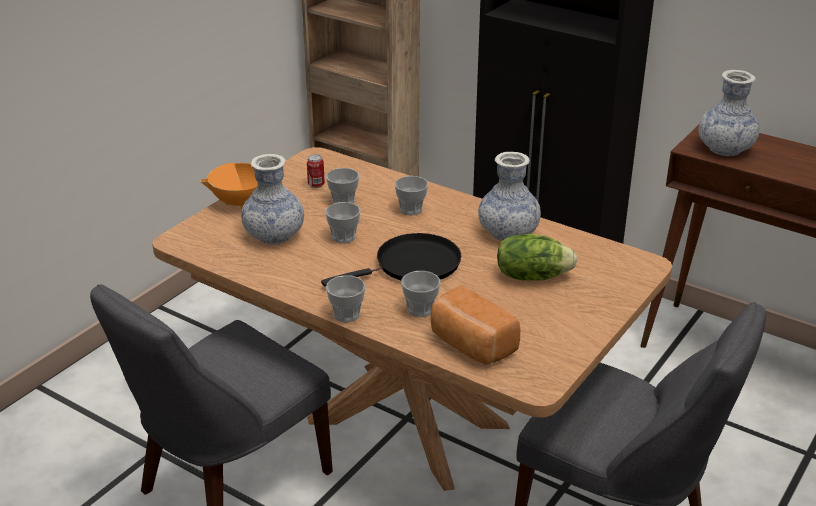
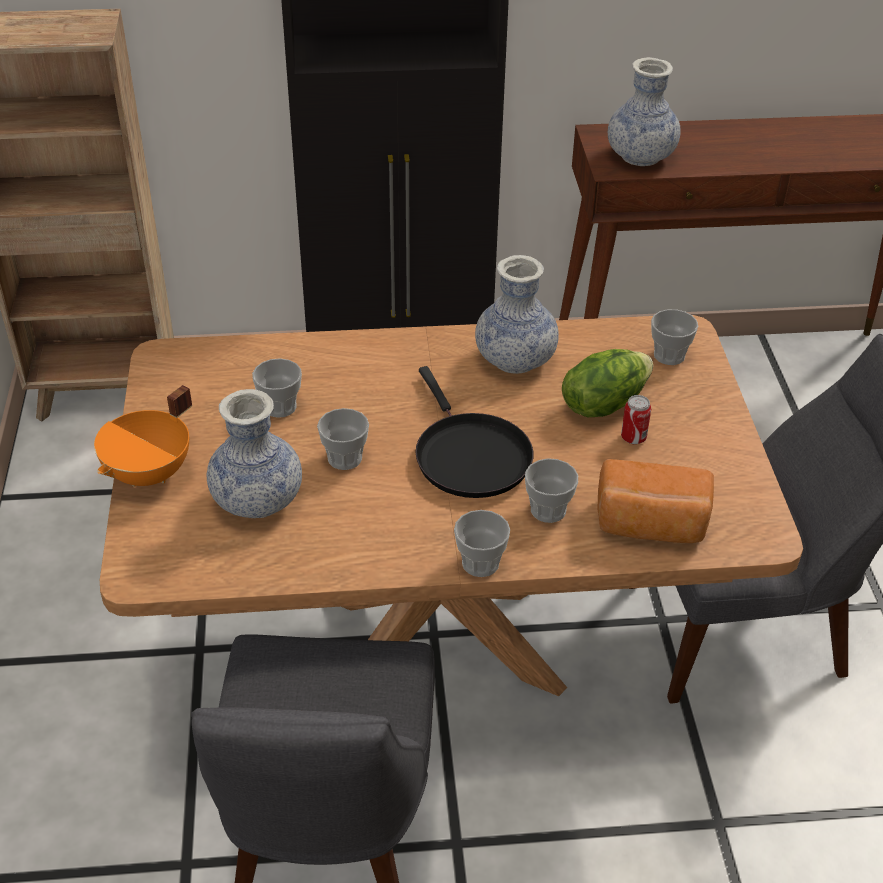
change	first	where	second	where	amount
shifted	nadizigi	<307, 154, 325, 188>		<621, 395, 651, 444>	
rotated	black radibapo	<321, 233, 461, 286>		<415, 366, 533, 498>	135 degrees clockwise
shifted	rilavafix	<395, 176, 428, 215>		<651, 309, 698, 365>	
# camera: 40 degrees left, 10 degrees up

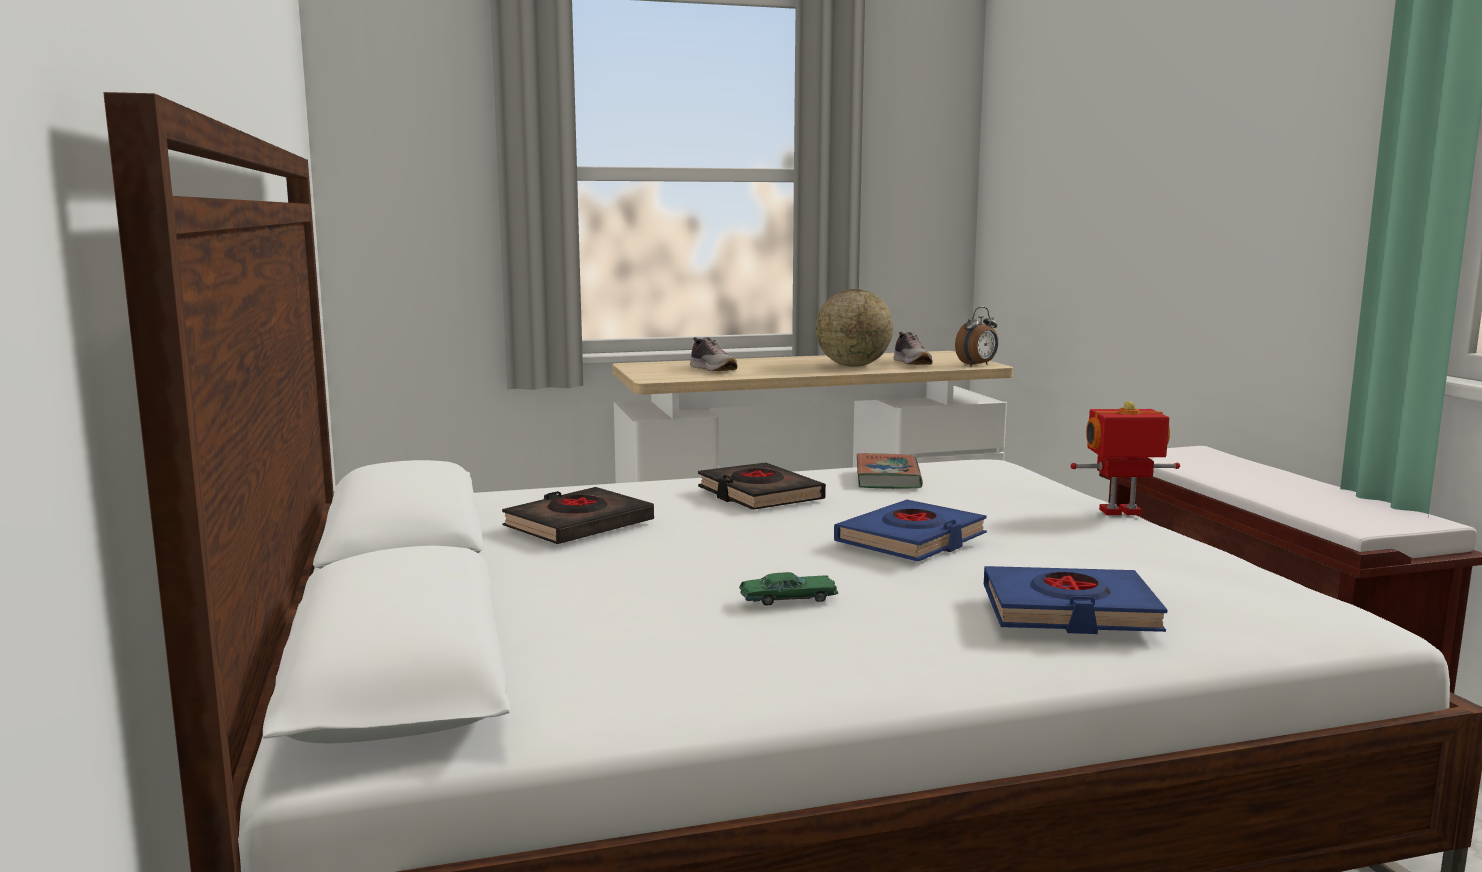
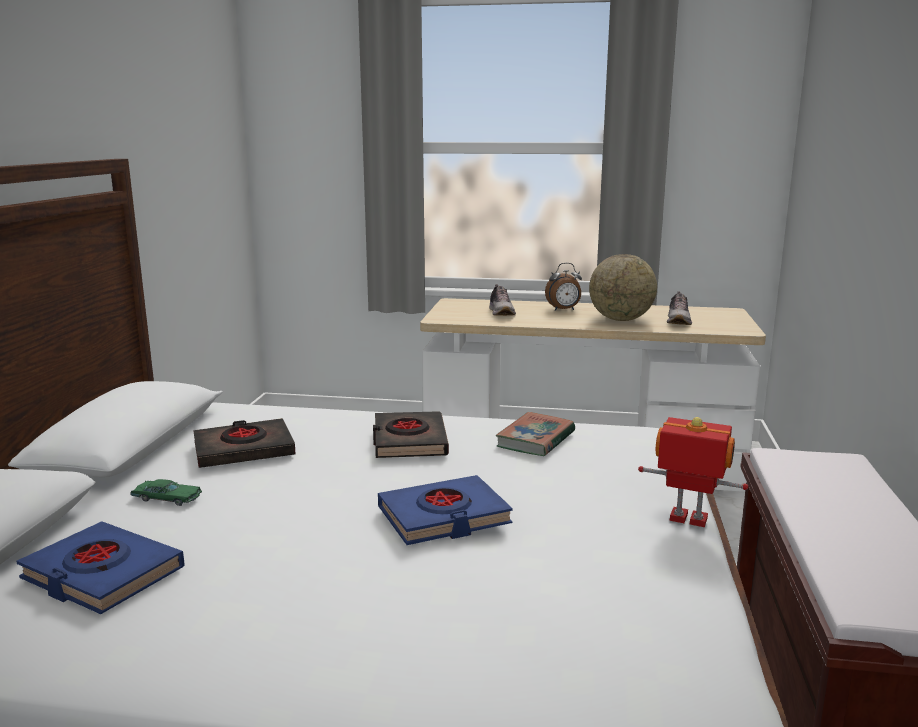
change	first	where	second	where	amount
shifted	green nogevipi	<739, 572, 838, 605>		<130, 479, 202, 506>	
shifted	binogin	<955, 307, 998, 366>		<545, 263, 582, 311>	
shifted	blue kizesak	<984, 566, 1168, 634>		<16, 521, 184, 614>	
# camera: 25 degrees right, 5 degrees up

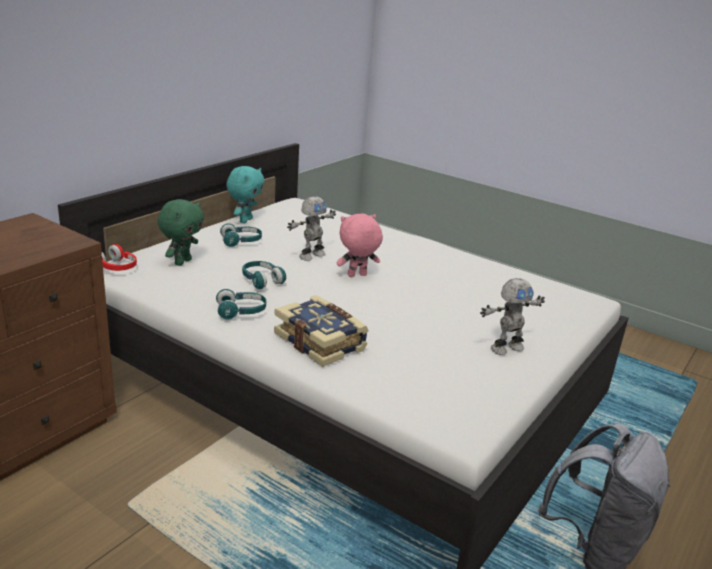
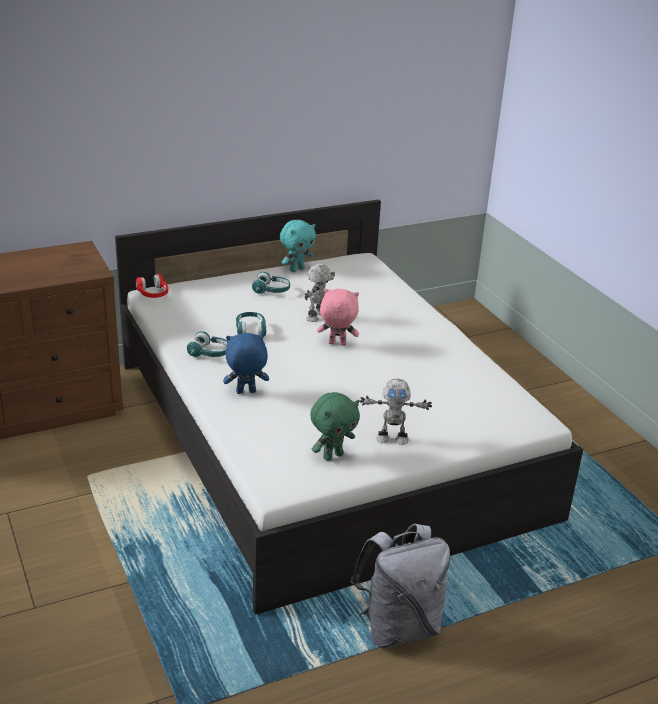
change	first	where	second	where	amount
shifted	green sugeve	<157, 199, 204, 266>		<310, 392, 360, 461>	
swapped	kizesak	<274, 295, 369, 367>	blue sugeve	<223, 333, 269, 394>	
rotated	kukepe	<287, 196, 336, 261>		<304, 263, 335, 322>	135 degrees clockwise
# camera: 30 degrees right, 5 degrees up

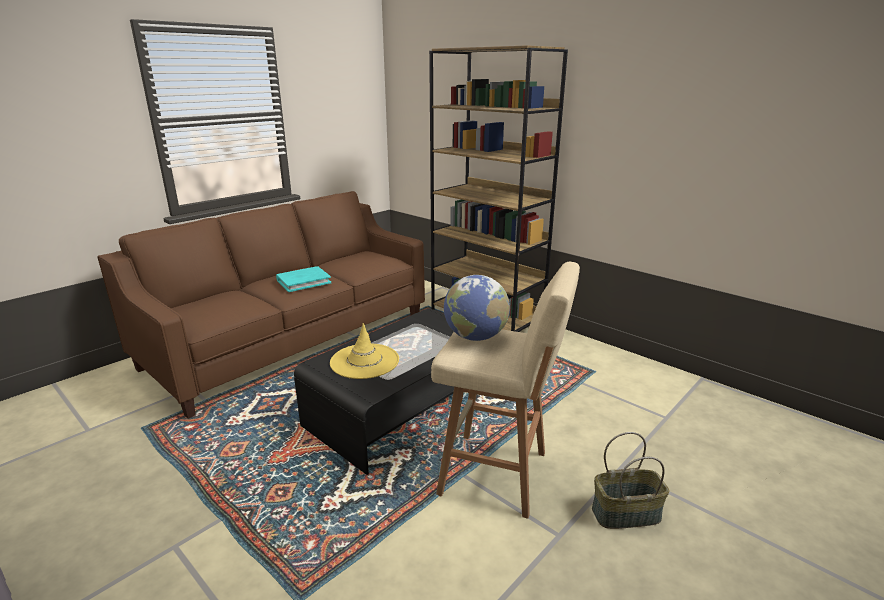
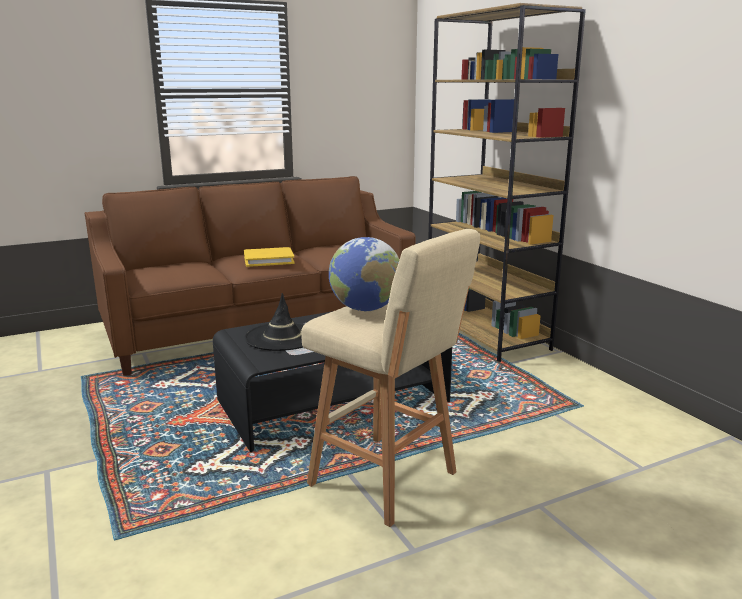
change	first	where	second	where	amount
repainted	turquoise kizesak	<276, 266, 331, 292>	yellow kizesak	<244, 247, 295, 267>	
repainted	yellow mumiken	<330, 323, 399, 379>	black mumiken	<244, 293, 304, 351>	
gone	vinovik	<592, 432, 669, 529>			
# camera: 20 degrees right, 5 degrees down

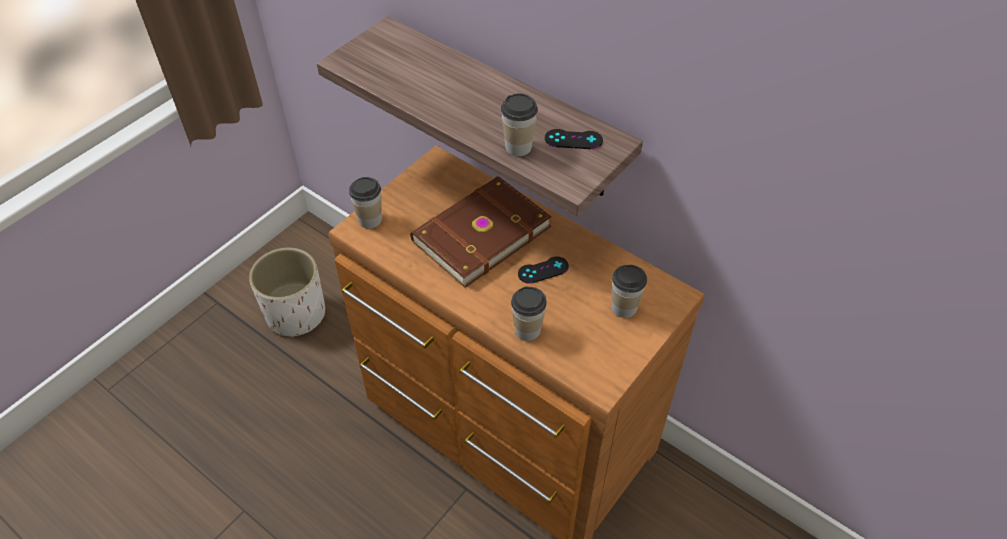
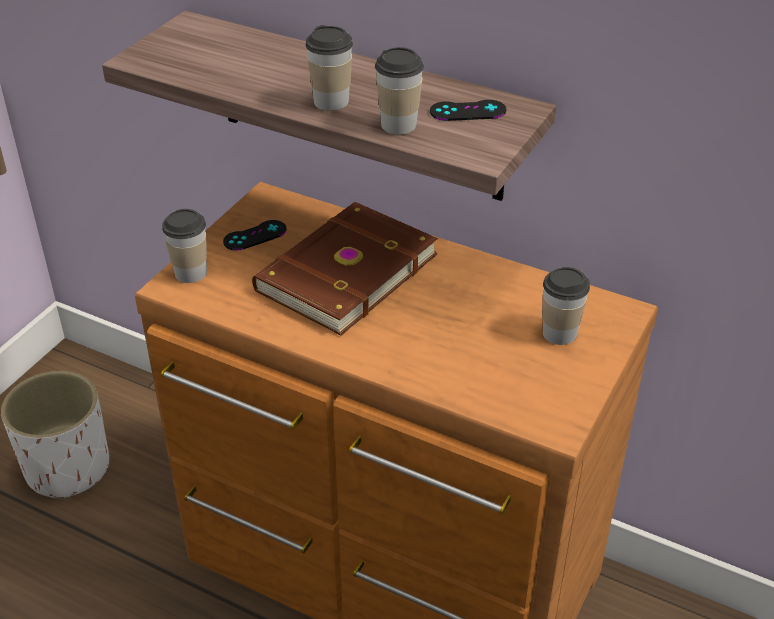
change	first	where	second	where	amount
shifted	rilavafix	<511, 287, 547, 341>		<305, 25, 353, 111>	
shifted	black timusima	<518, 256, 569, 284>		<223, 220, 287, 251>	
# camera: 10 degrees left, 10 degrees down

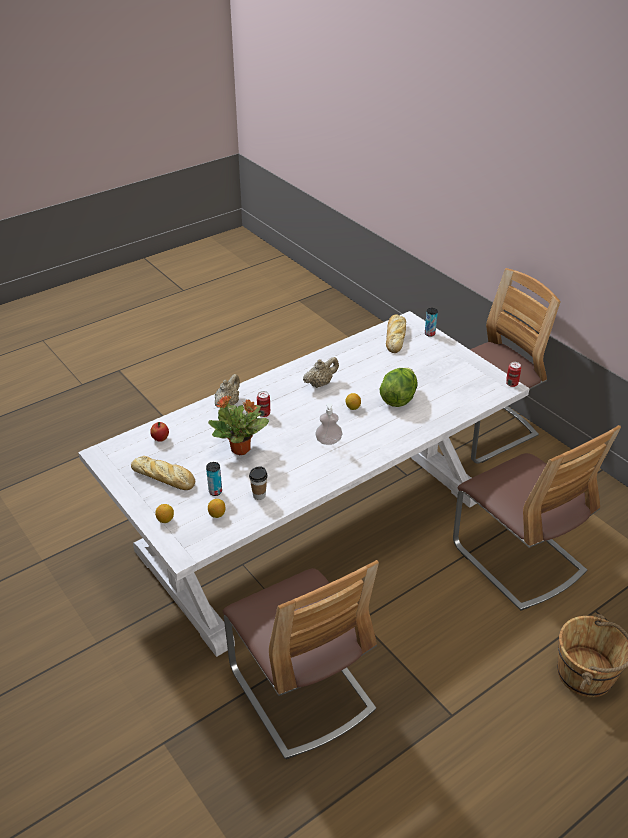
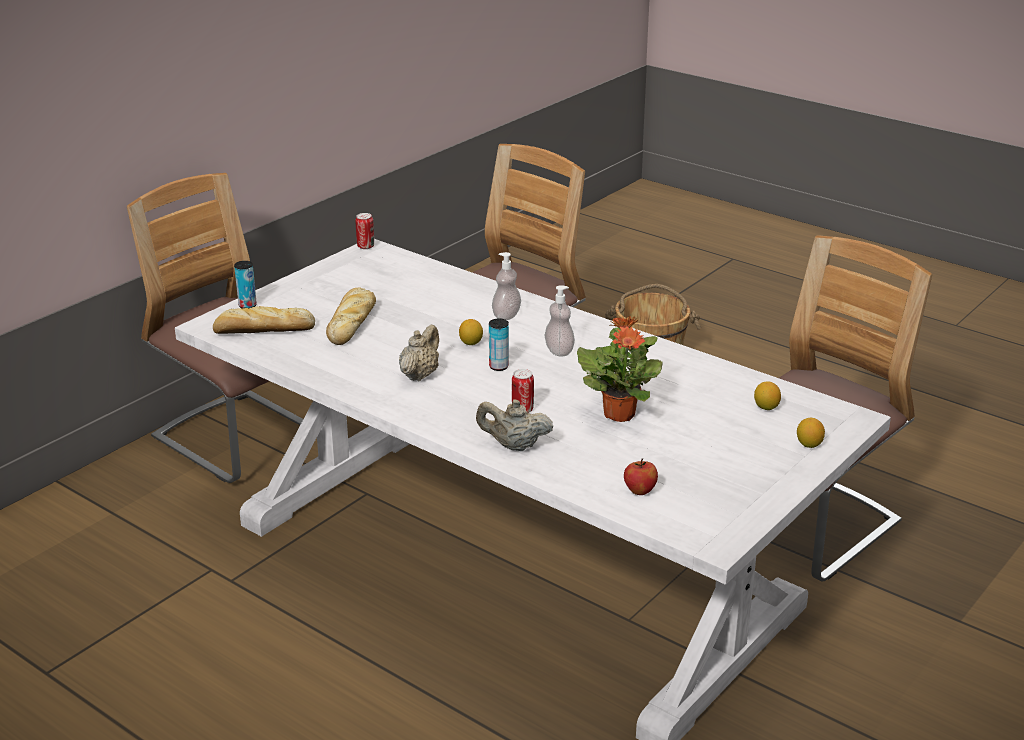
change	first	where	second	where	amount
shifted	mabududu	<131, 456, 195, 490>		<326, 287, 376, 345>	
shifted	nadizigi	<206, 462, 222, 496>		<489, 318, 509, 371>	
gone	rilavafix	<249, 466, 267, 500>			
rotated	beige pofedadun	<303, 357, 339, 388>		<399, 325, 439, 381>	75 degrees clockwise
gone	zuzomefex	<379, 368, 418, 407>			
new			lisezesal	<492, 252, 521, 320>	
# camera: 105 degrees left, 10 degrees down

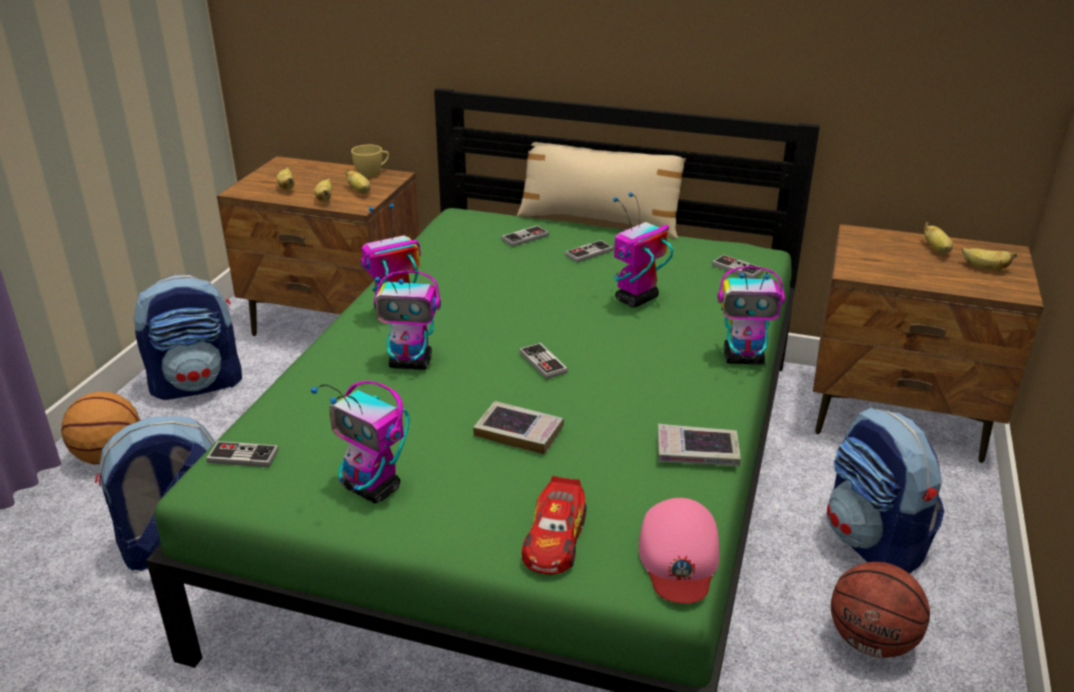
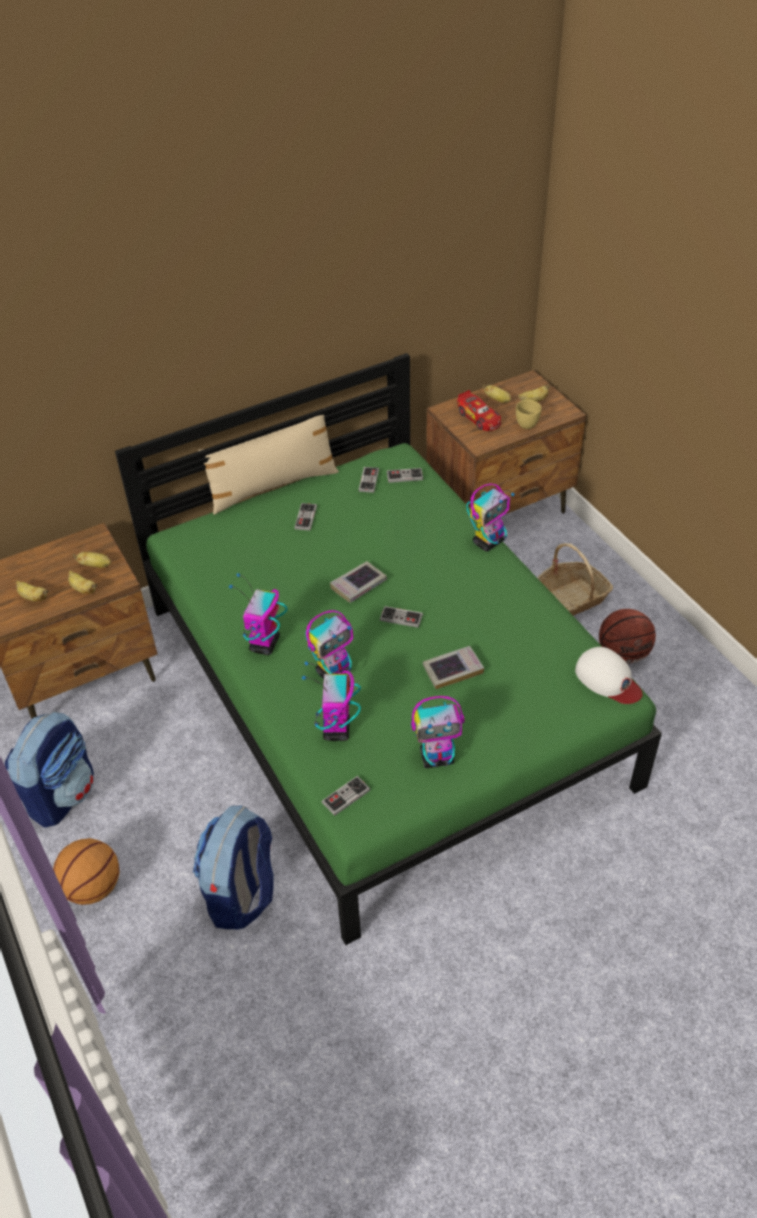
change	first	where	second	where	amount
shifted	yellow rilavafix	<351, 145, 389, 177>		<516, 400, 542, 429>	
shifted	timusima	<501, 225, 549, 247>		<359, 467, 379, 493>	
shifted	nogevipi	<522, 476, 586, 574>		<457, 390, 501, 431>	
shifted	kukepe	<613, 192, 673, 307>		<302, 662, 361, 741>	
repainted	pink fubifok	<639, 498, 719, 603>	white fubifok	<575, 647, 643, 704>	
shifted	kizesak	<657, 424, 741, 466>		<330, 561, 387, 603>	
swapped	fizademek	<827, 407, 944, 574>	vinovik	<537, 543, 613, 616>	
# camera: 45 degrees left, 15 degrees up

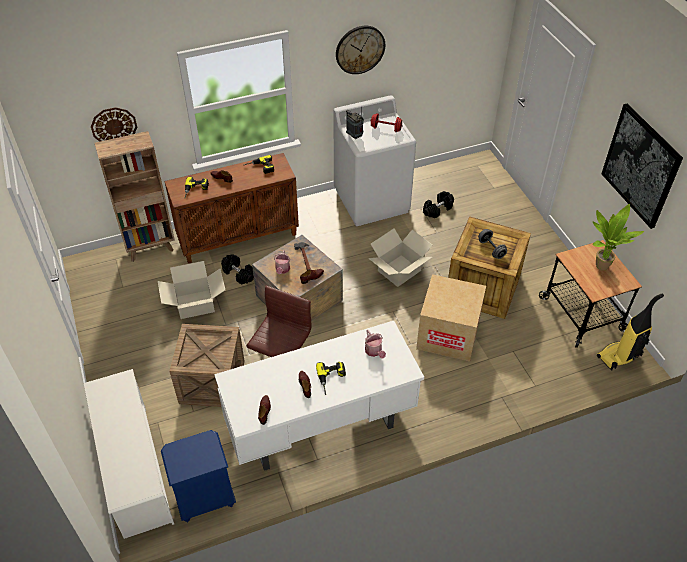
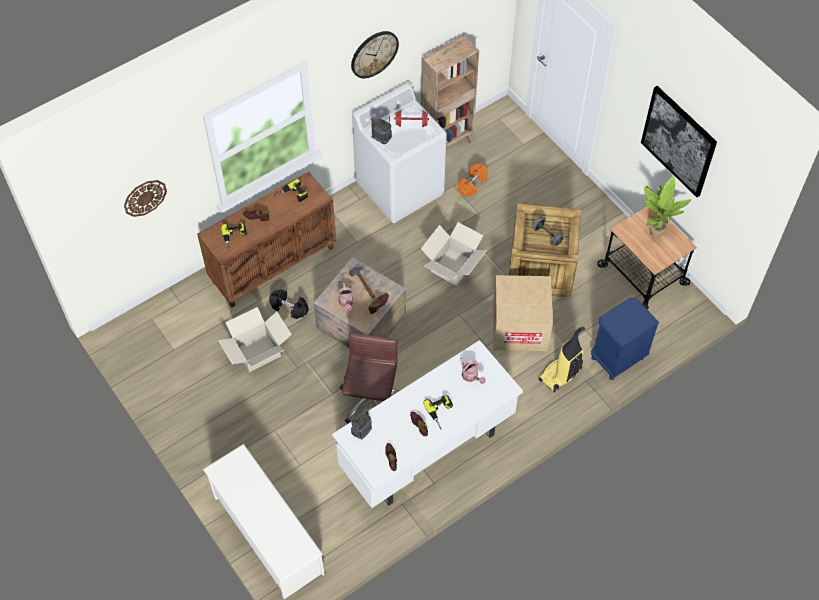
change	first	where	second	where	amount
shifted	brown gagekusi	<95, 131, 175, 262>		<421, 35, 479, 148>	
shifted	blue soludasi	<161, 430, 236, 522>		<591, 298, 659, 380>	
gone	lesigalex	<169, 324, 244, 407>			
repainted	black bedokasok	<423, 191, 454, 218>	orange bedokasok	<458, 164, 488, 196>	
shifted	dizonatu	<597, 294, 664, 370>		<539, 327, 585, 392>	
new			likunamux	<351, 407, 372, 440>	
# camera: 15 degrees left, 10 degrees up

